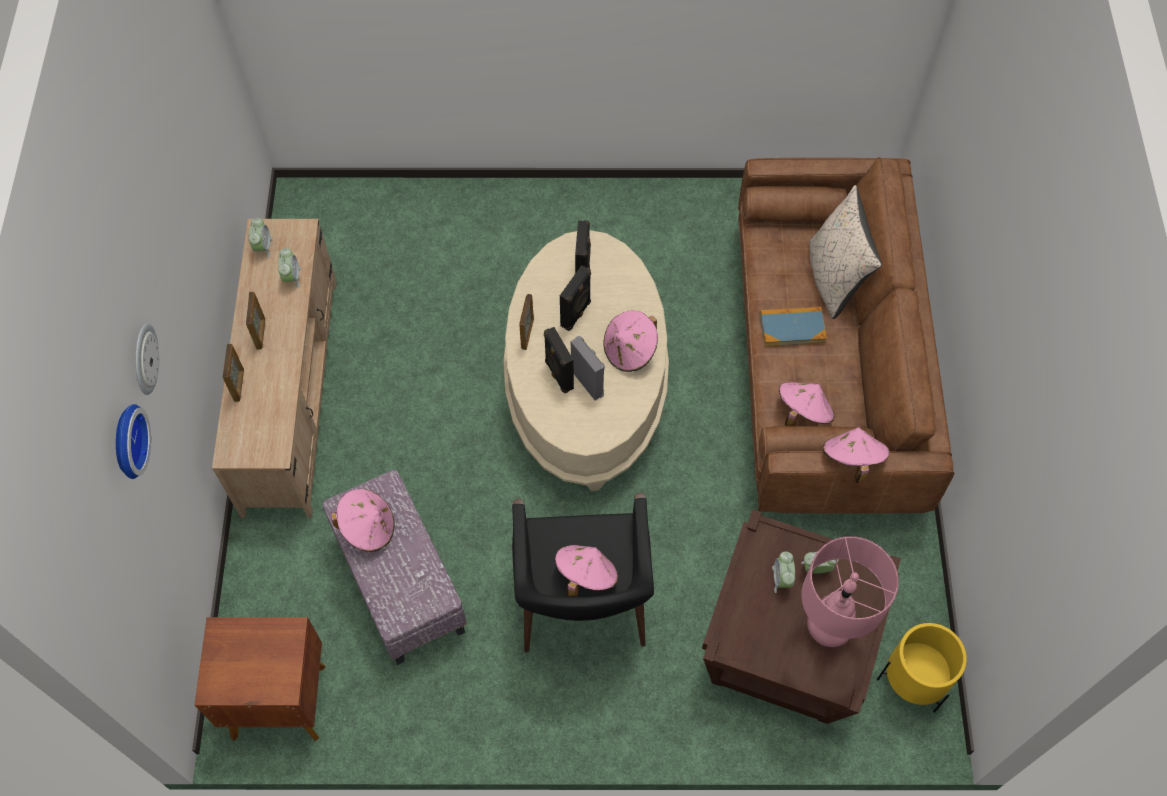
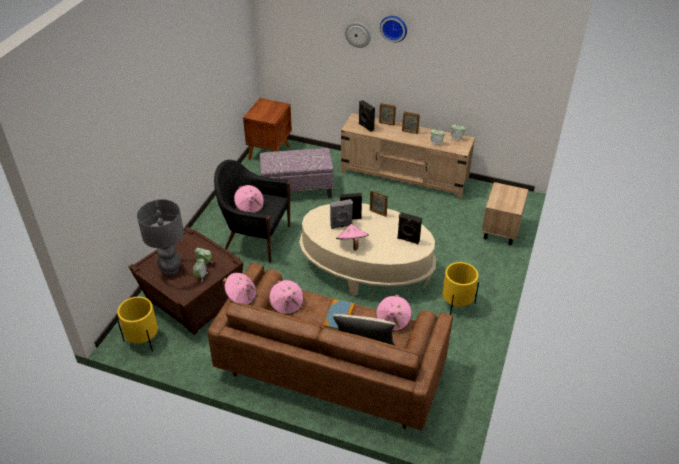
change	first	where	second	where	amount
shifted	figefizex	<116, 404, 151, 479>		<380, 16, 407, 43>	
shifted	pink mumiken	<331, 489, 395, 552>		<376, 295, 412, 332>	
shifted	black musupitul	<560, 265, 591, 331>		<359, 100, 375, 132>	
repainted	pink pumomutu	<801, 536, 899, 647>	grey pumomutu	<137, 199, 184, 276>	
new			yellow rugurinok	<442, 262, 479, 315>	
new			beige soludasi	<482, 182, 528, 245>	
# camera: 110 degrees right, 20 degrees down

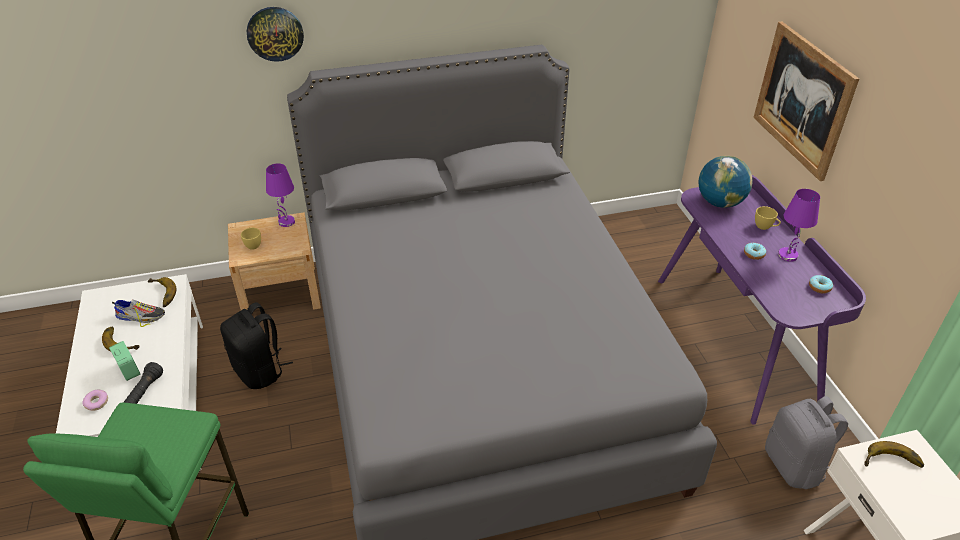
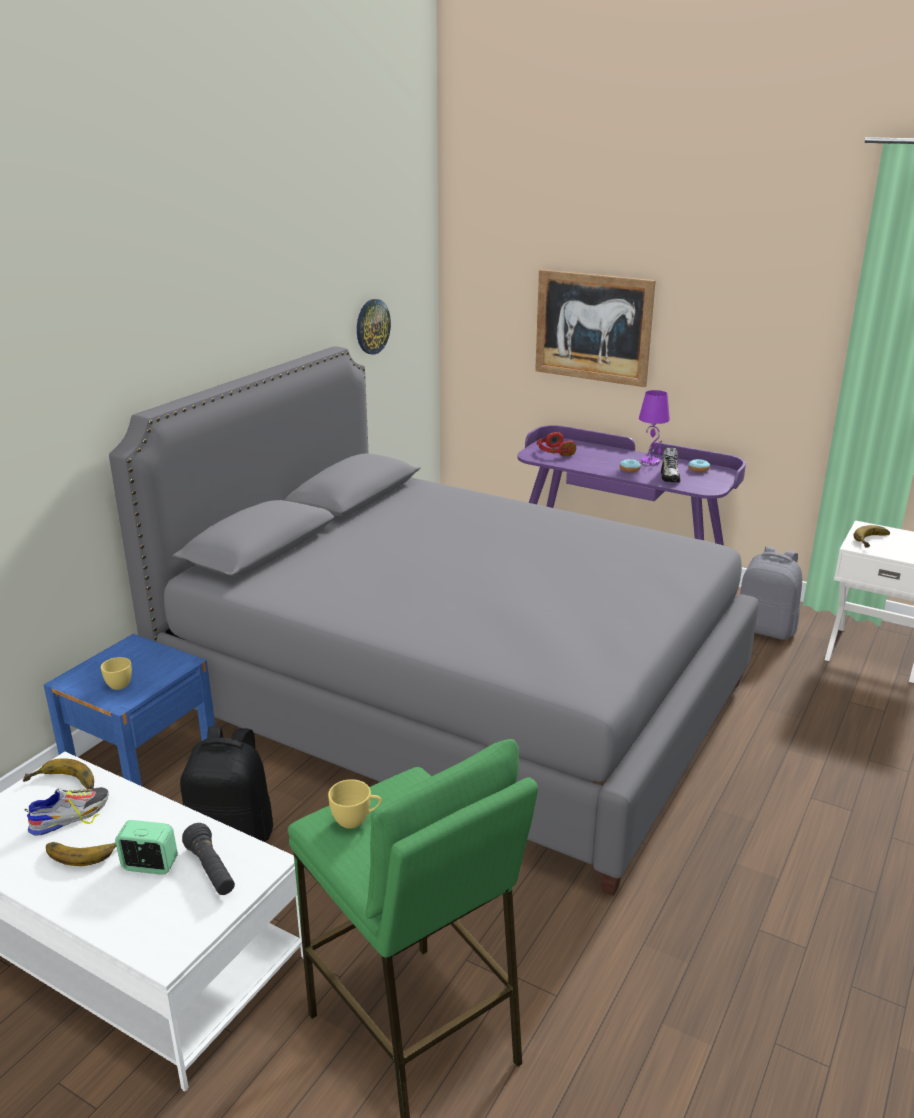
change	first	where	second	where	amount
gone	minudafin	<83, 390, 108, 411>			
repainted	beige soludasi	<228, 212, 321, 310>	blue soludasi	<44, 634, 215, 786>	
shifted	figefizex	<247, 7, 304, 62>		<357, 299, 391, 354>	
gone	purple pumomutu	<266, 163, 295, 227>			
swapped	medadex	<698, 156, 753, 208>	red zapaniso	<537, 432, 576, 456>	
shifted	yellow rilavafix	<755, 206, 781, 230>		<328, 779, 382, 829>	
new			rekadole	<661, 448, 680, 482>	
# camera: 45 degrees left, 15 degrees down

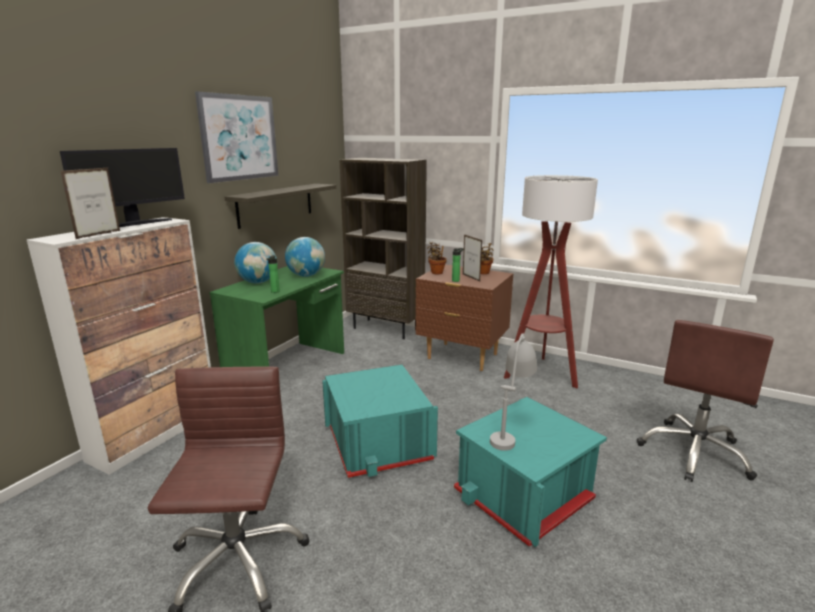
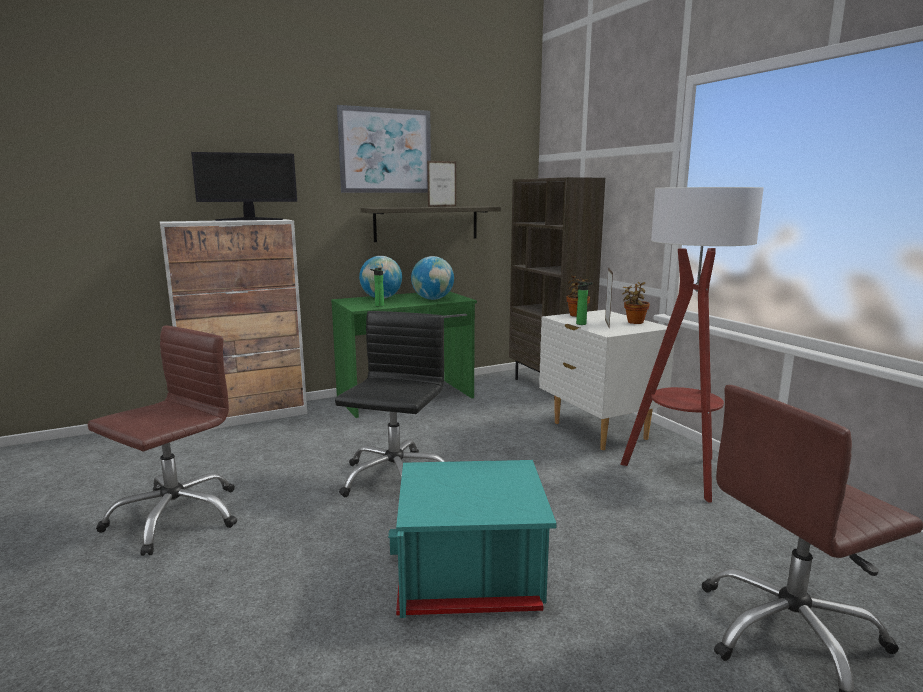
change	first	where	second	where	amount
shifted	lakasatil	<61, 168, 121, 239>		<427, 161, 456, 207>	
swapped	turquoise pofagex	<322, 365, 438, 478>	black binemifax	<335, 311, 446, 497>	
repainted	brown soludasi	<416, 264, 513, 371>	white soludasi	<539, 310, 674, 450>	
gone	grey pumomutu	<490, 333, 537, 451>			
# camera: 35 degrees right, 5 degrees down

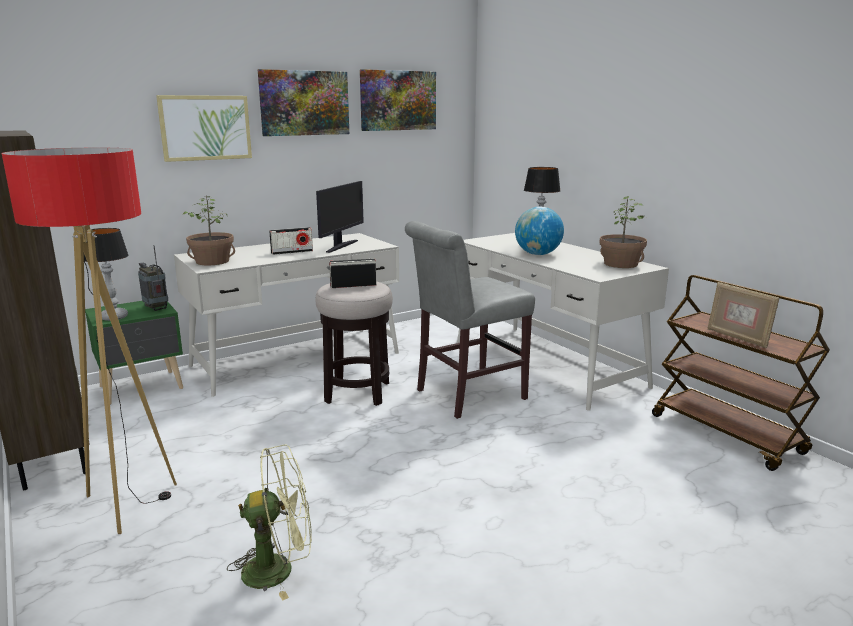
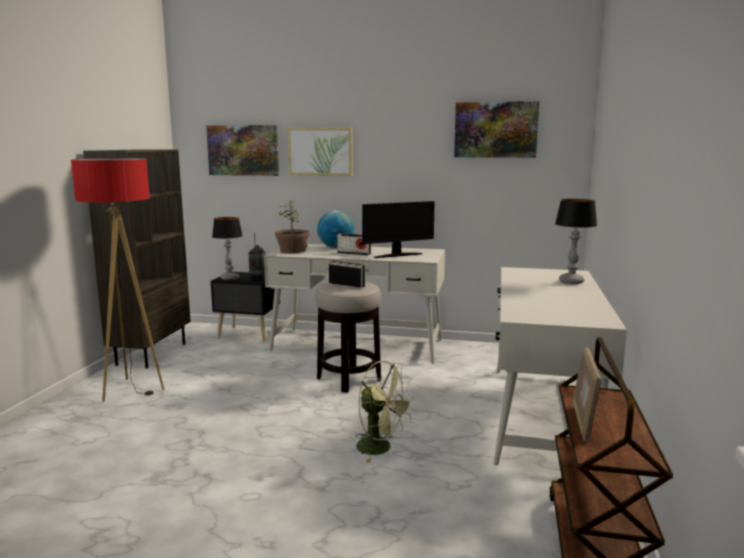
change	first	where	second	where	amount
repainted	green soludasi	<85, 301, 183, 405>	black soludasi	<211, 272, 280, 341>	
shifted	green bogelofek	<227, 445, 312, 601>		<355, 360, 415, 463>	
shifted	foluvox	<258, 69, 349, 136>		<206, 125, 279, 176>	
gone	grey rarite	<405, 221, 535, 419>			
shifted	medadex	<515, 207, 564, 255>		<317, 211, 354, 248>	
gone	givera	<599, 196, 647, 268>			
# camera: 45 degrees right, 5 degrees down

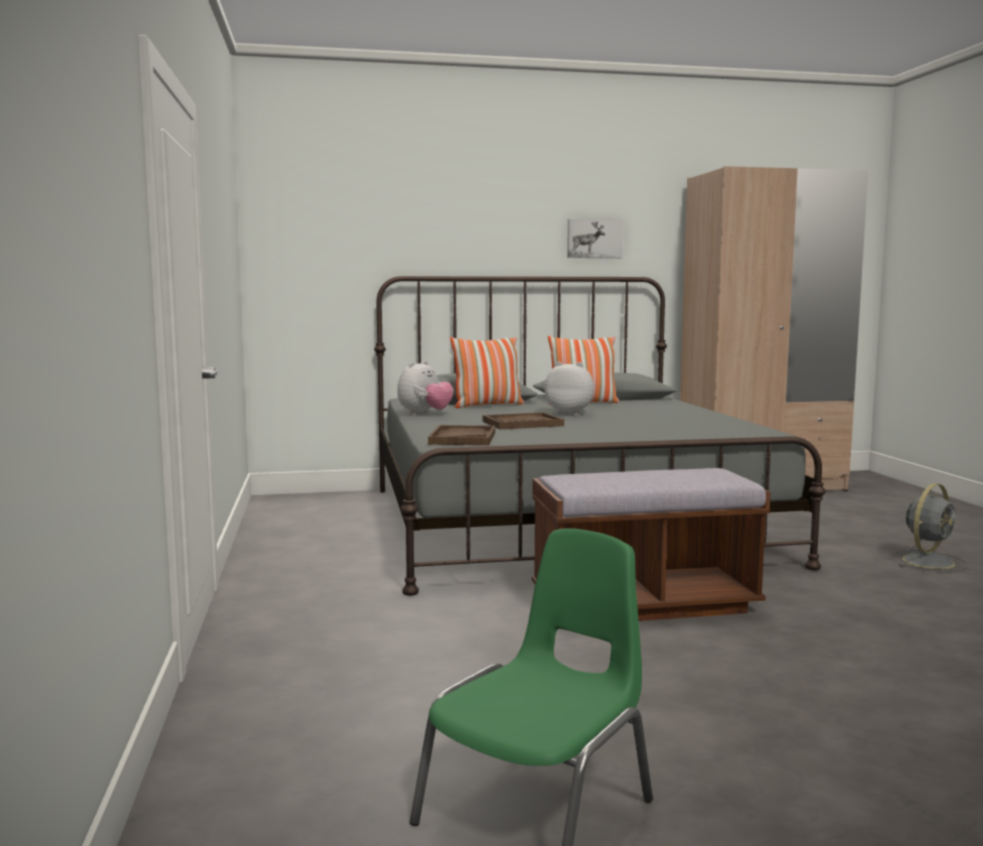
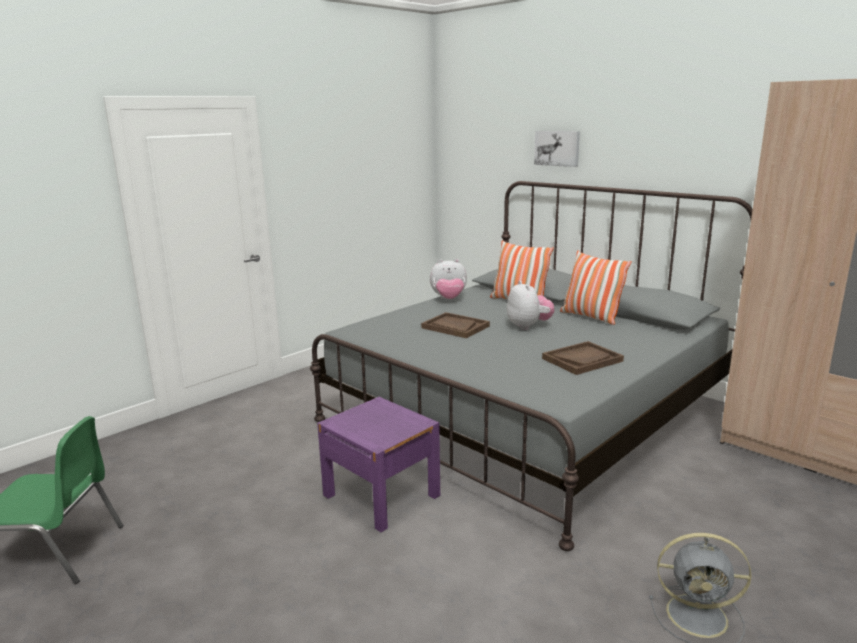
change	first	where	second	where	amount
shifted	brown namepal	<428, 425, 495, 445>		<542, 341, 624, 375>	
swapped	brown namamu	<532, 468, 771, 621>	purple soludasi	<317, 397, 440, 532>	
shifted	foluvox	<567, 219, 623, 258>		<534, 131, 580, 167>	
# camera: 55 degrees right, 10 degrees up

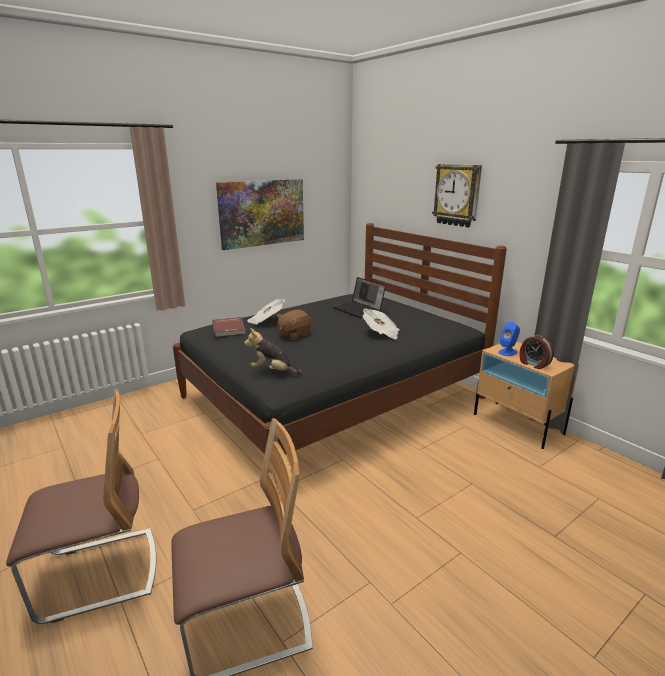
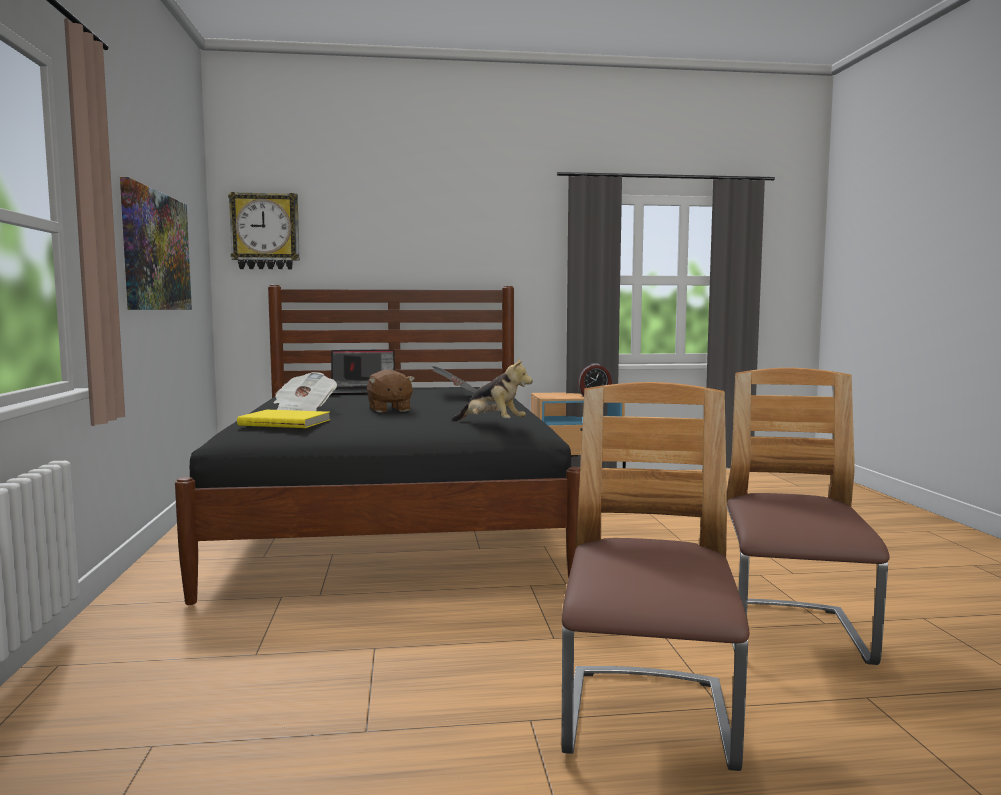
change	first	where	second	where	amount
repainted	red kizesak	<212, 317, 246, 337>	yellow kizesak	<237, 410, 330, 428>	
rotated	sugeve	<244, 328, 304, 375>		<452, 358, 533, 421>	105 degrees counterclockwise
shifted	figefizex	<432, 164, 482, 228>		<228, 192, 300, 269>	
gone	blue musupitul	<498, 322, 520, 356>			
# camera: 60 degrees left, 15 degrees down

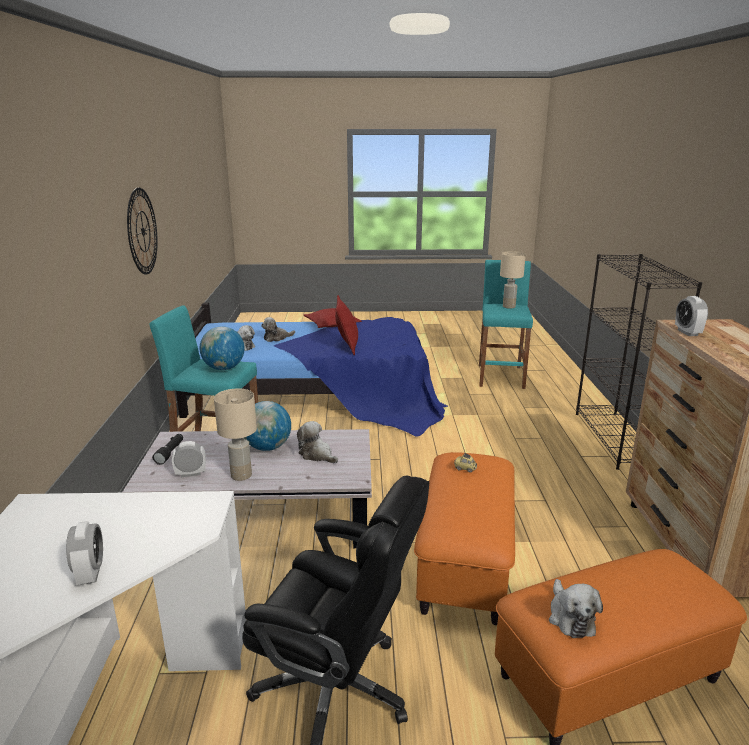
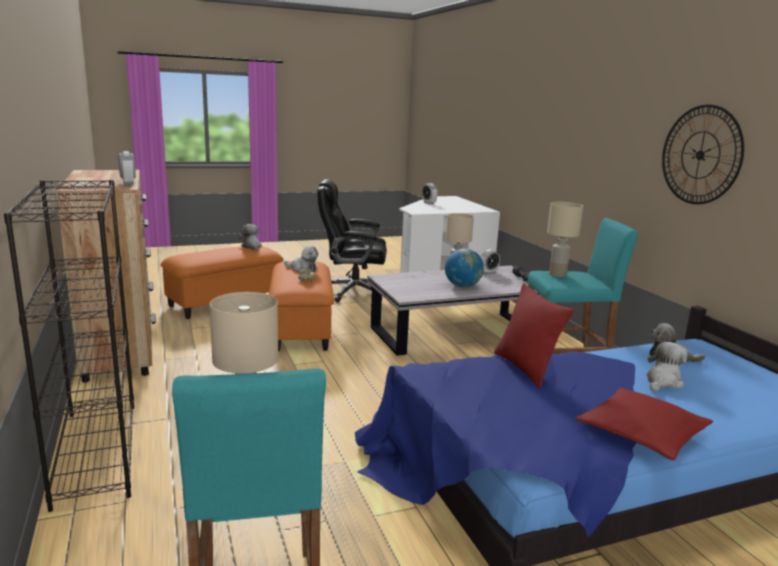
change	first	where	second	where	amount
swapped	medadex	<200, 326, 245, 370>	beige pumomutu	<547, 202, 583, 277>	
shifted	sugeve	<297, 421, 338, 463>		<284, 246, 318, 272>	
# camera: 160 degrees right, 5 degrees down

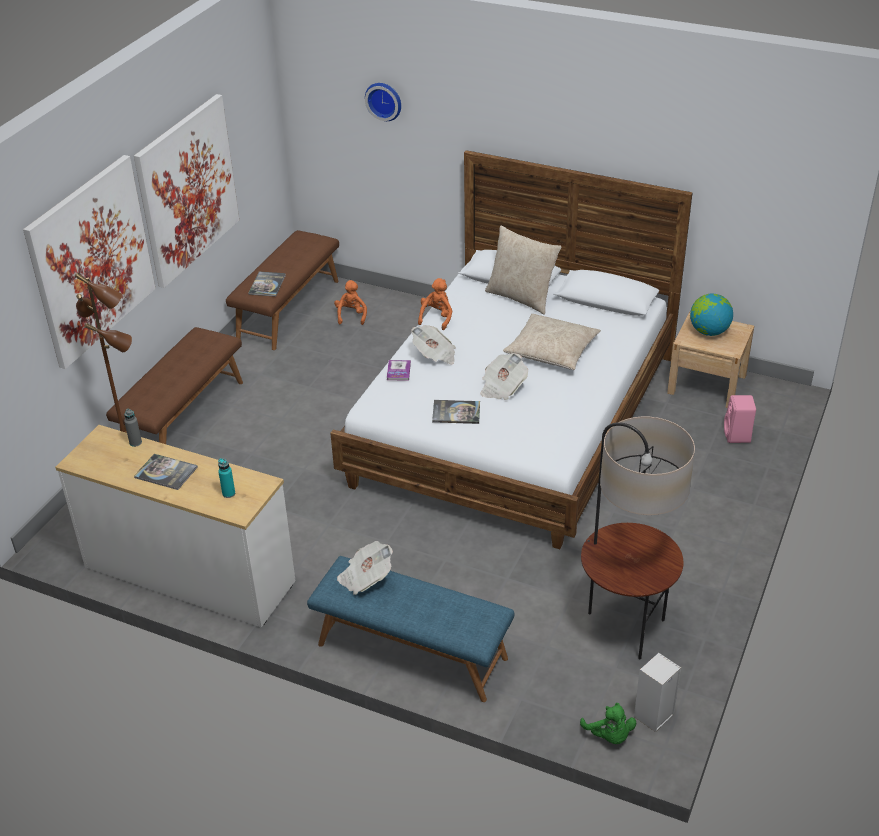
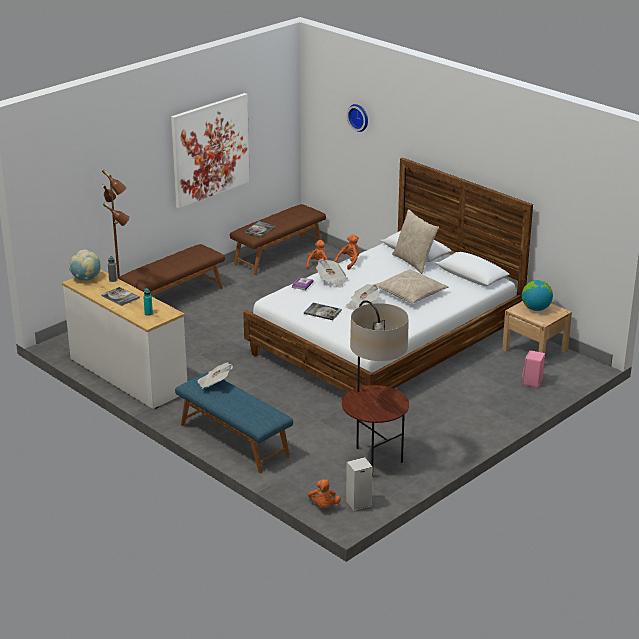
change	first	where	second	where	amount
gone	foluvox	<23, 155, 156, 369>			
repainted	green sugeve	<580, 703, 636, 744>	orange sugeve	<307, 479, 341, 508>	
new			medadex	<69, 249, 101, 281>	
# camera: 20 degrees right, 10 degrees down

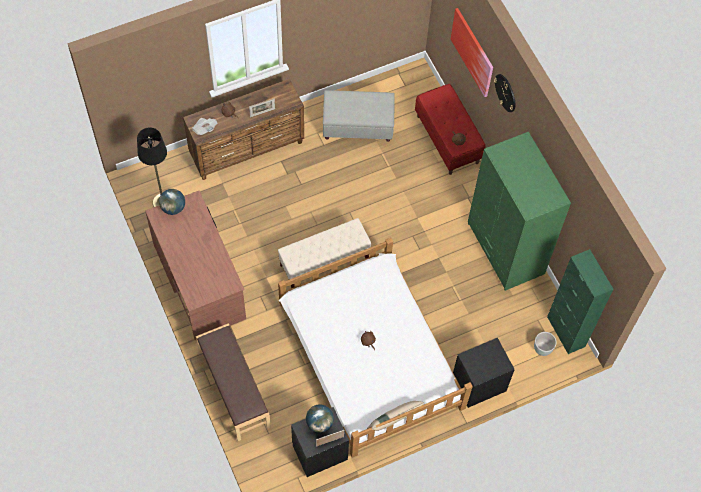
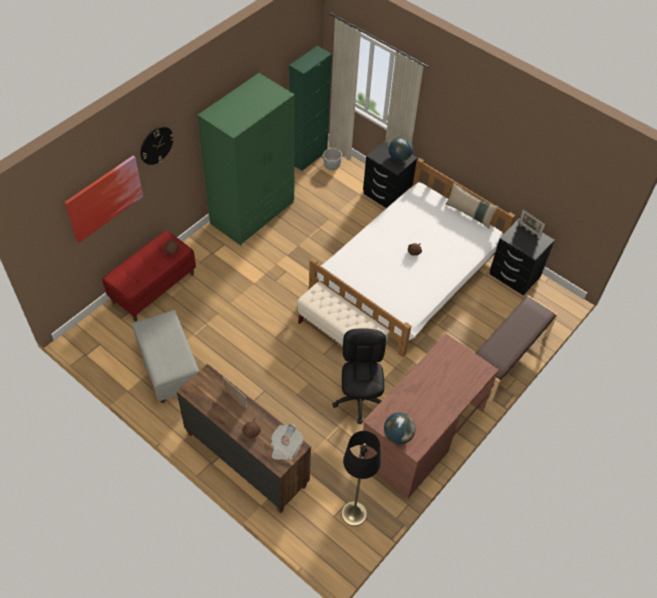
change	first	where	second	where	amount
shifted	medadex	<306, 404, 334, 433>		<389, 137, 413, 161>	
new			black binemifax	<332, 328, 386, 424>	
# camera: 115 degrees left, 10 degrees down

